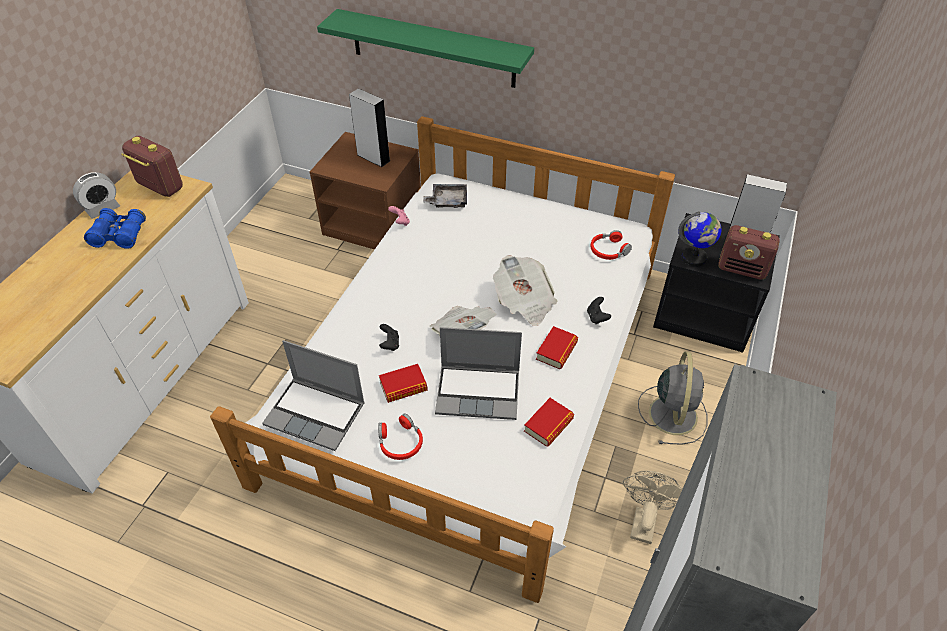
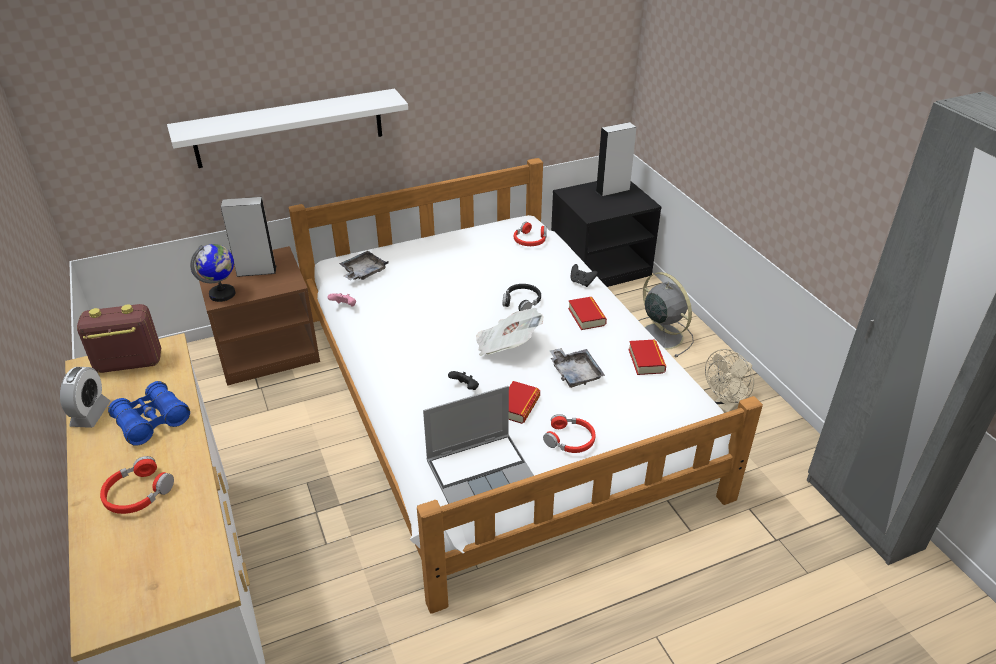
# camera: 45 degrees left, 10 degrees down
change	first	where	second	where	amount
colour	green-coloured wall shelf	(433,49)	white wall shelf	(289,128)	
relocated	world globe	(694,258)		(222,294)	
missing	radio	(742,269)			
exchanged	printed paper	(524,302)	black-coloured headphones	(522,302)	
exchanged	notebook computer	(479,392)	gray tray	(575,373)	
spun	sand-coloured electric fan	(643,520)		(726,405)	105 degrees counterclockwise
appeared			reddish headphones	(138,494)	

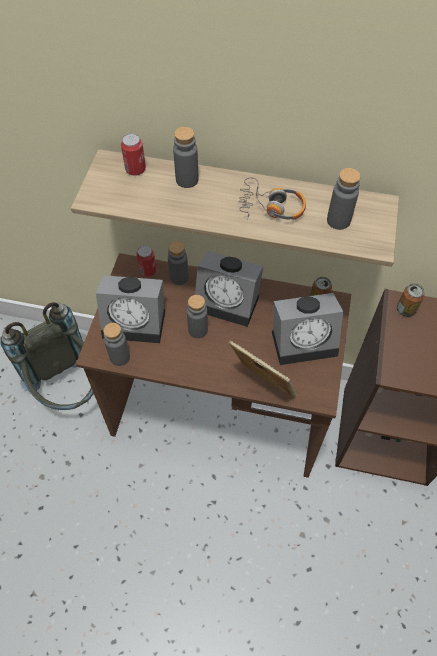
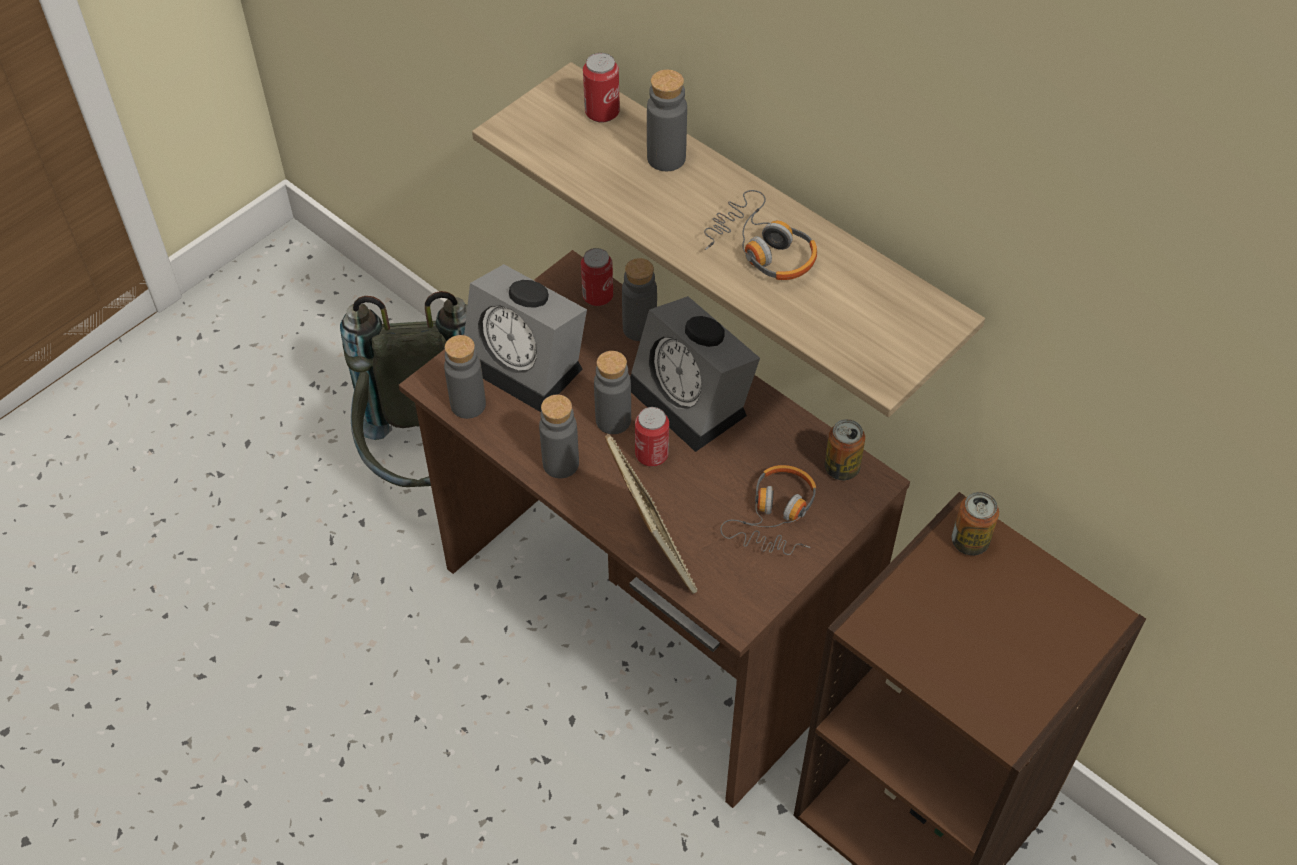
# camera: 30 degrees right, 5 degrees down
change	first	where	second	where	amount
relocated	gray bottle	(338,220)		(560,464)	
exchanged	bedside clock	(305,340)	headphones	(775,516)	
appeared			metal can	(651,455)	

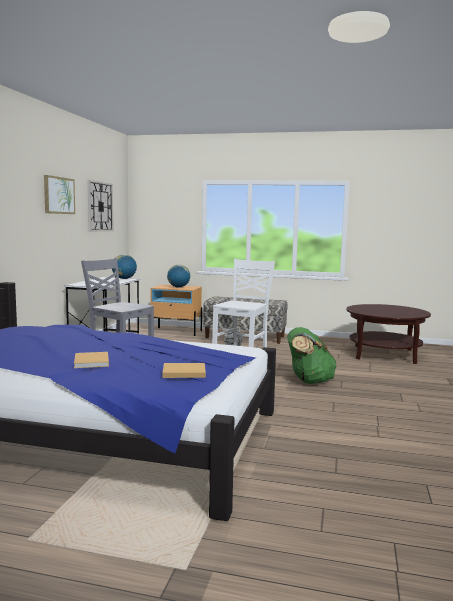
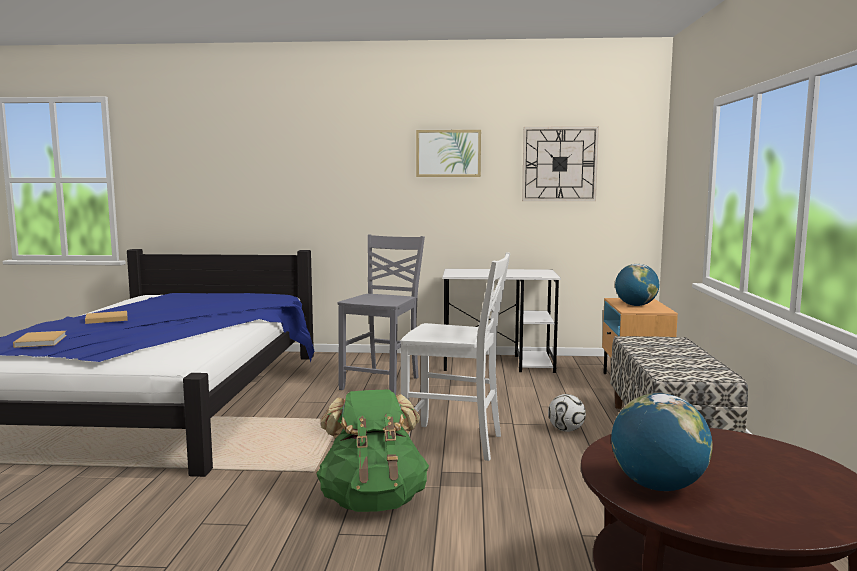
# camera: 80 degrees right, 0 degrees up
change	first	where	second	where	amount
relocated	world globe	(124,279)		(658,486)	

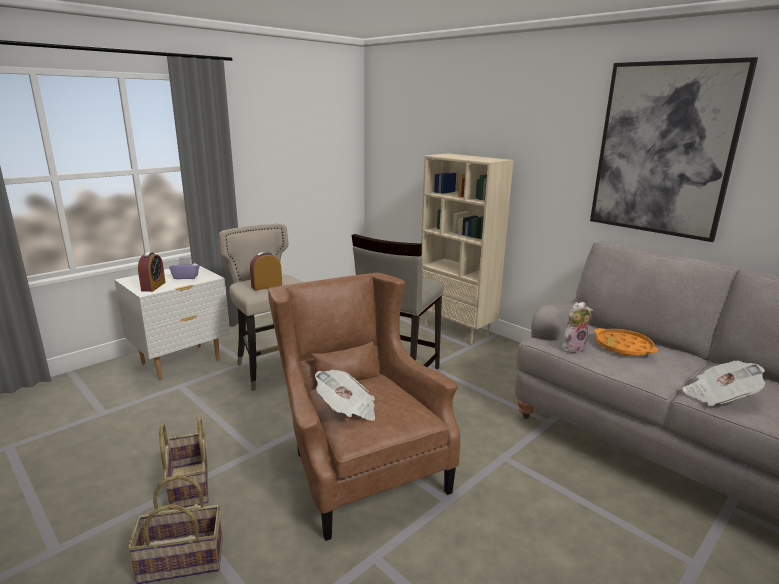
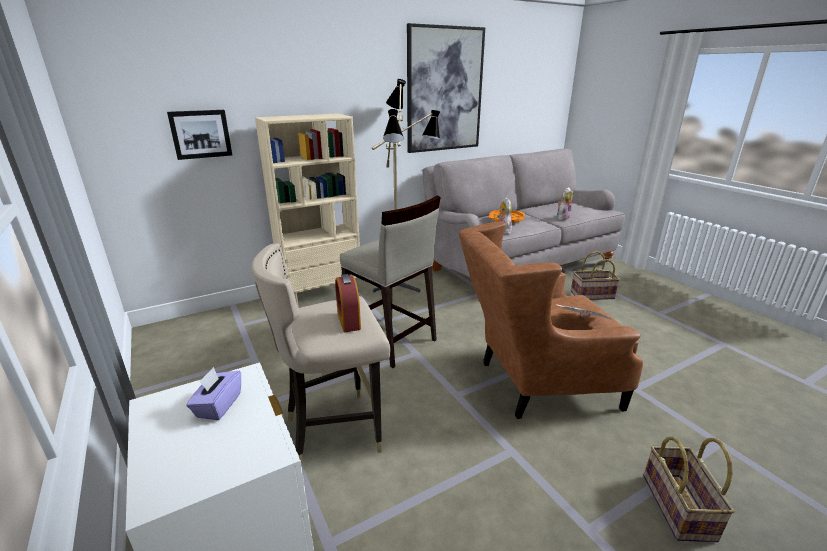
# camera: 75 degrees left, 5 degrees up
change	first	where	second	where	amount
missing	bedside clock	(153,286)			
exchanged	printed paper	(718,397)	plush toy	(562,218)	
relocated	storage basket	(188,485)		(592,295)	
appeared			standing lamp	(402,285)	
appeared			wall picture	(200,134)	

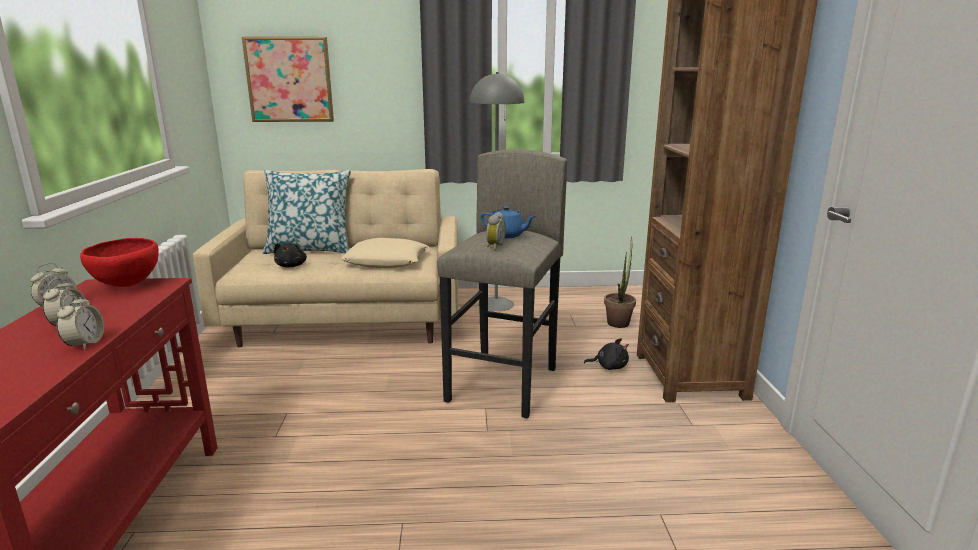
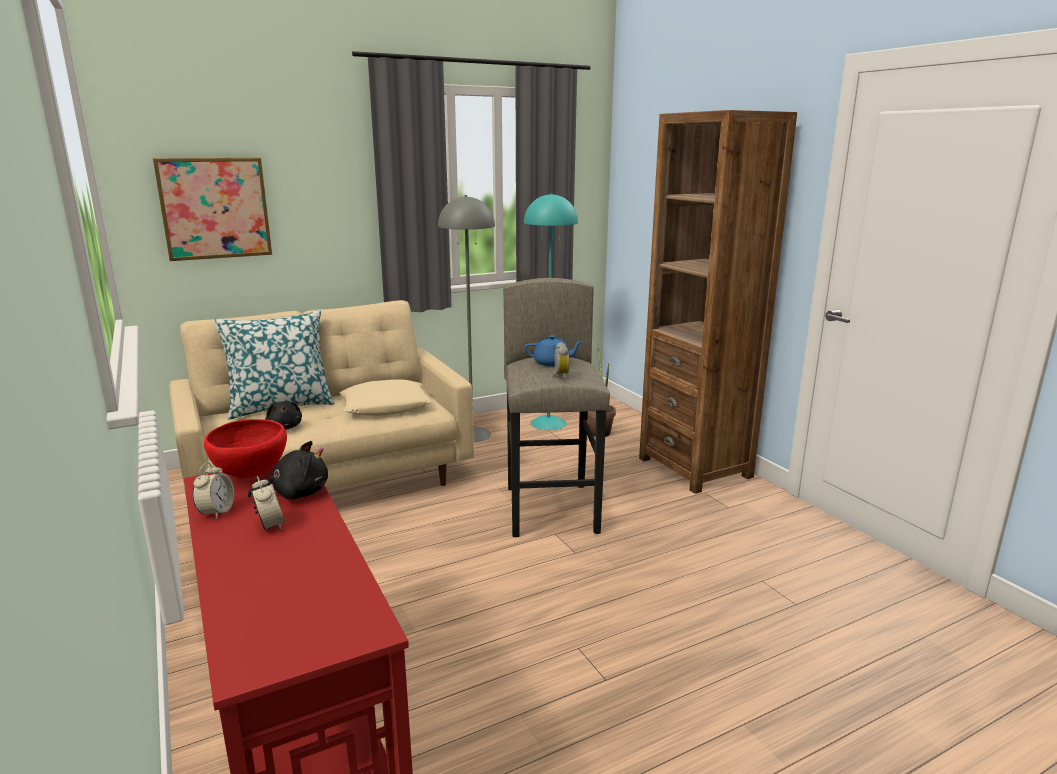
# camera: 25 degrees left, 0 degrees up
change	first	where	second	where	amount
missing	bedside clock	(85,344)			
relocated	black-coloured plush toy	(609,366)		(297,493)	
appeared			turquoise standing lamp	(548,423)	

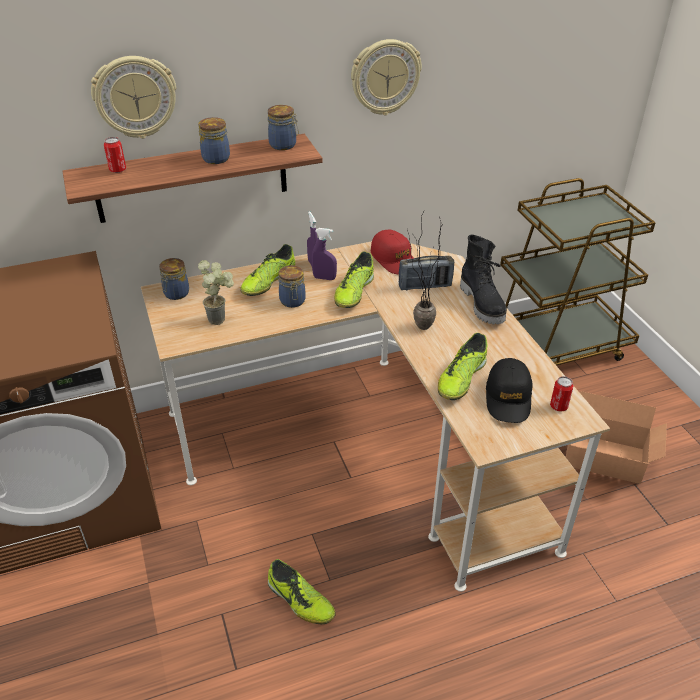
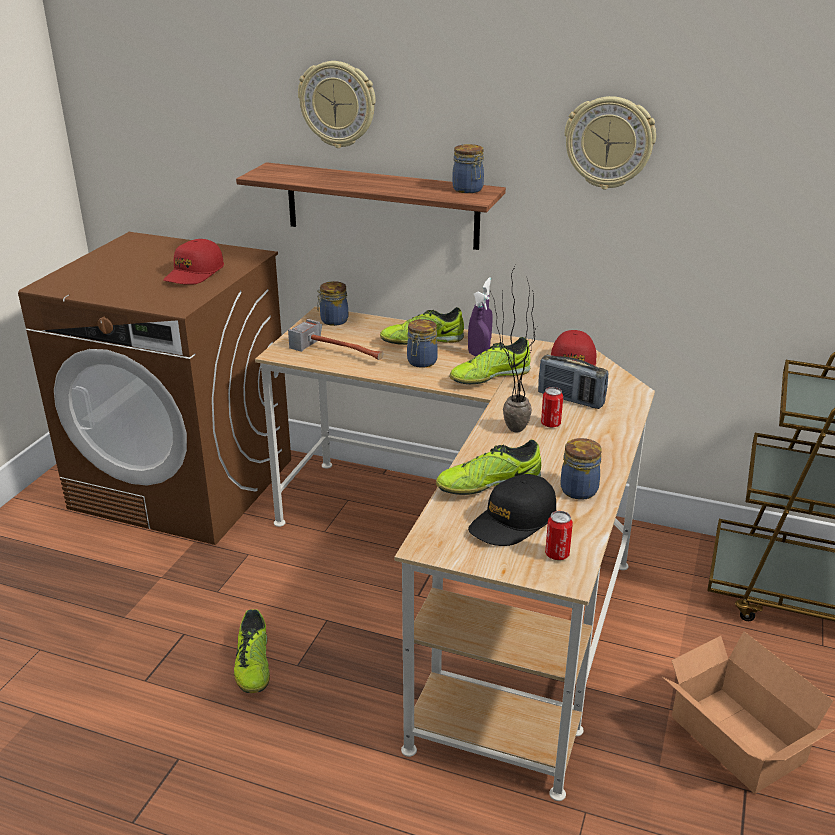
# camera: 40 degrees right, 10 degrees down
change	first	where	second	where	amount
relocated	jar	(215,158)		(579,489)	
relocated	metal can	(118,170)		(550,424)	
missing	black-coloured high-top boot	(483,304)			
exchanged	houseplant	(221,318)	hammer	(342,351)	
appeared			reddish baseball cap	(194,273)	

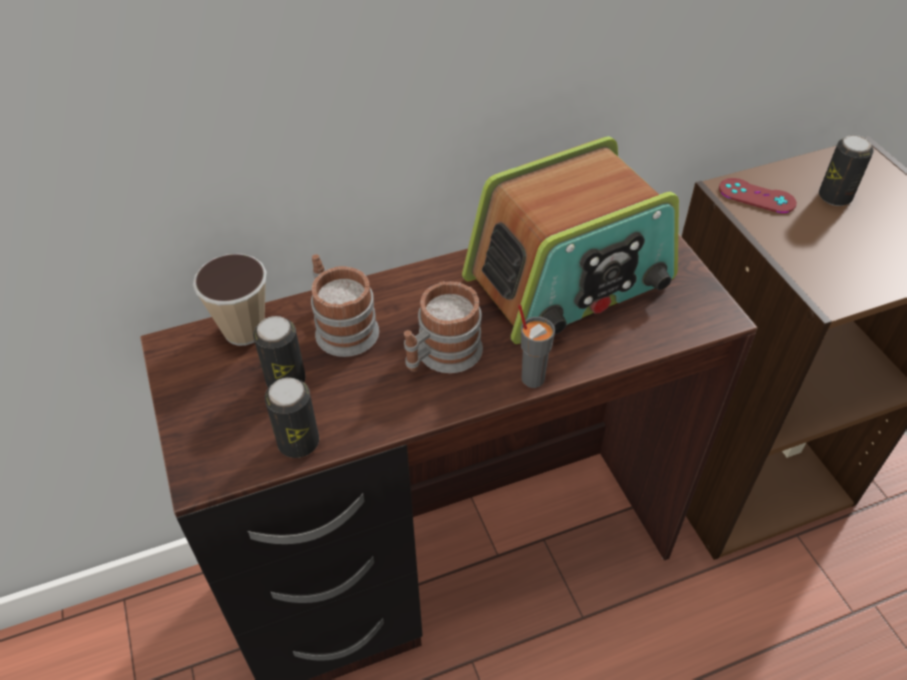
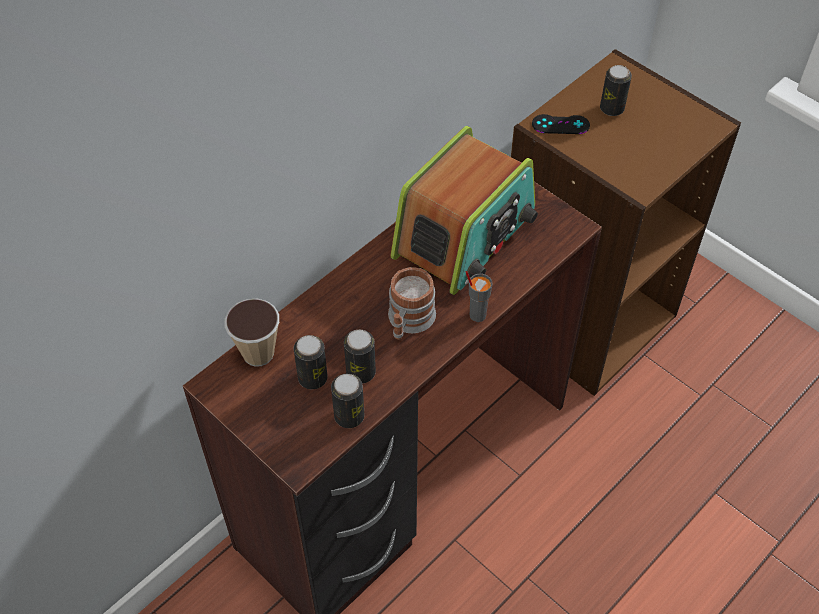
# camera: 25 degrees left, 5 degrees up
change	first	where	second	where	amount
colour	reddish game controller	(756,196)	black-coloured game controller	(560,125)	
missing	coffee mug	(341,326)			
appeared			metal can	(361,372)	

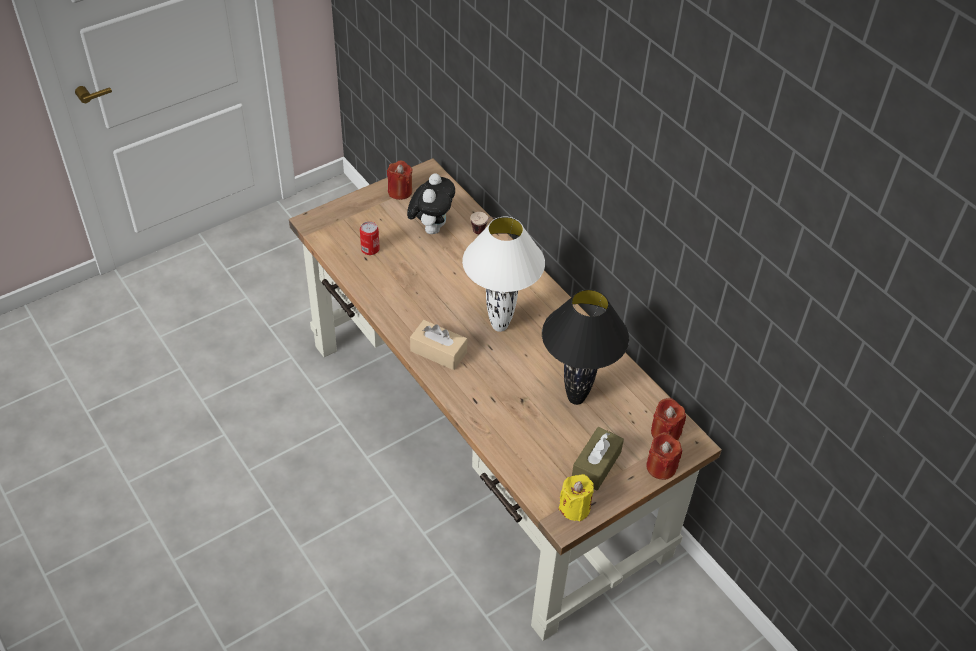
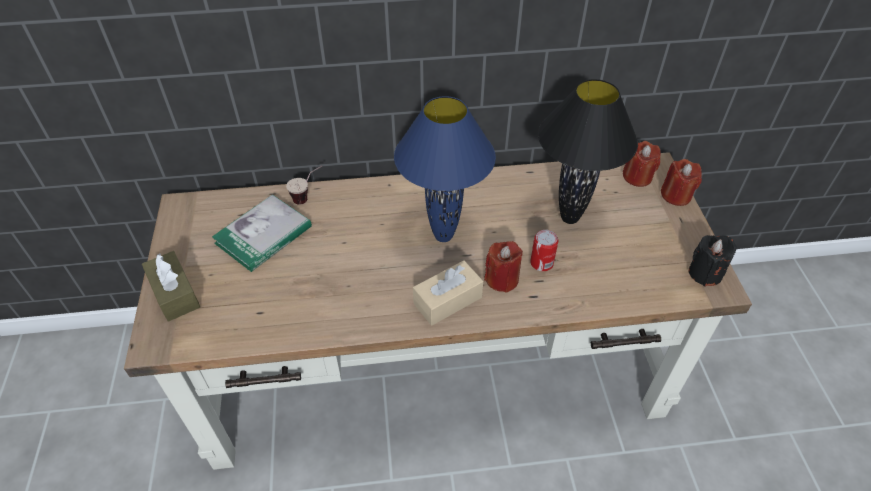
# camera: 60 degrees left, 0 degrees up
change	first	where	second	where	amount
relocated	reddish wax light	(400,191)		(502,279)	
exchanged	plush toy	(431,227)	book	(263,235)	
colour	white table lamp	(499,325)	blue-coloured table lamp	(442,236)	
relocated	metal can	(370,249)		(541,263)	
relocated	brown-coloured box of tissues	(596,465)		(175,293)	
colour	yellowish wax light	(575,508)	black-coloured wax light	(705,273)	

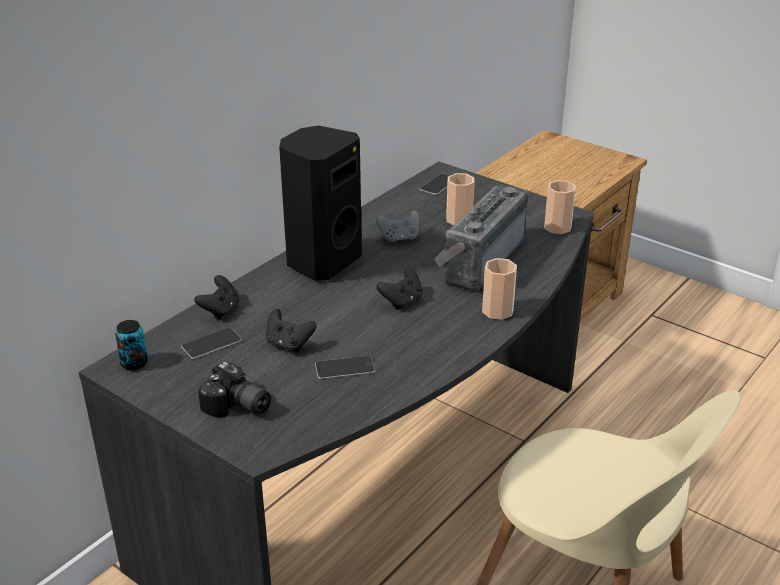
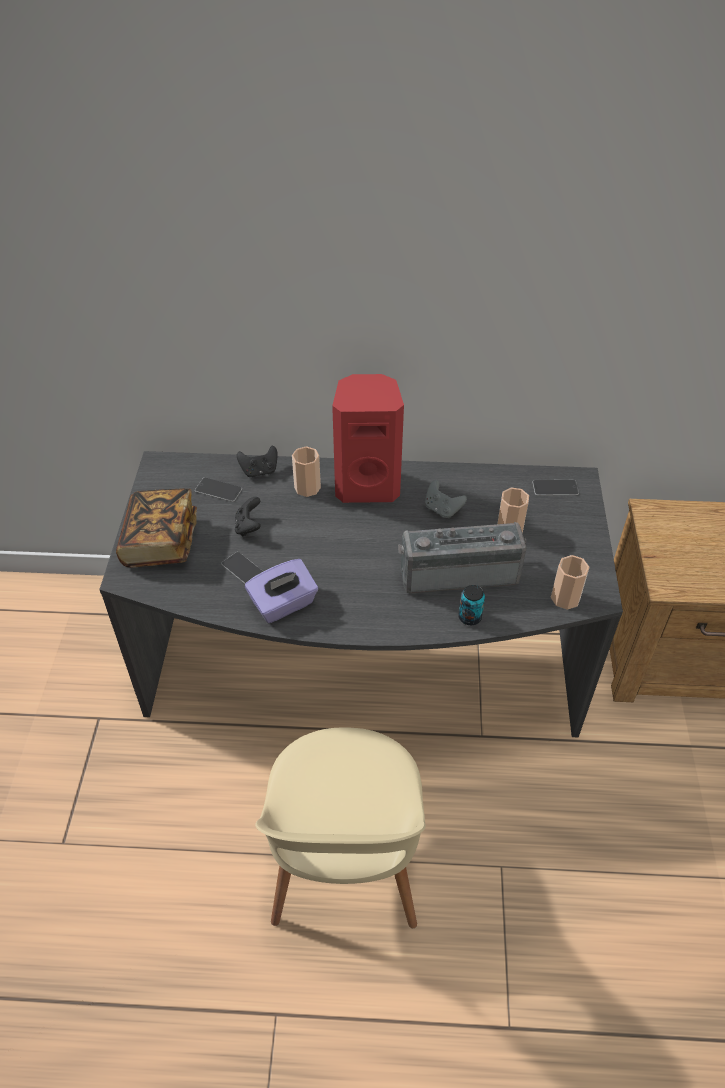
# camera: 55 degrees right, 15 degrees up
change	first	where	second	where	amount
colour	black-coloured speaker	(321,261)	reddish speaker	(367,485)	
relocated	small cup	(497,311)		(307,487)	
missing	black-coloured game controller	(402,301)			
relocated	metal can	(134,363)		(469,617)	
exchanged	still camera	(237,407)	book	(160,541)	
appeared			purplish box of tissues	(283,604)	

